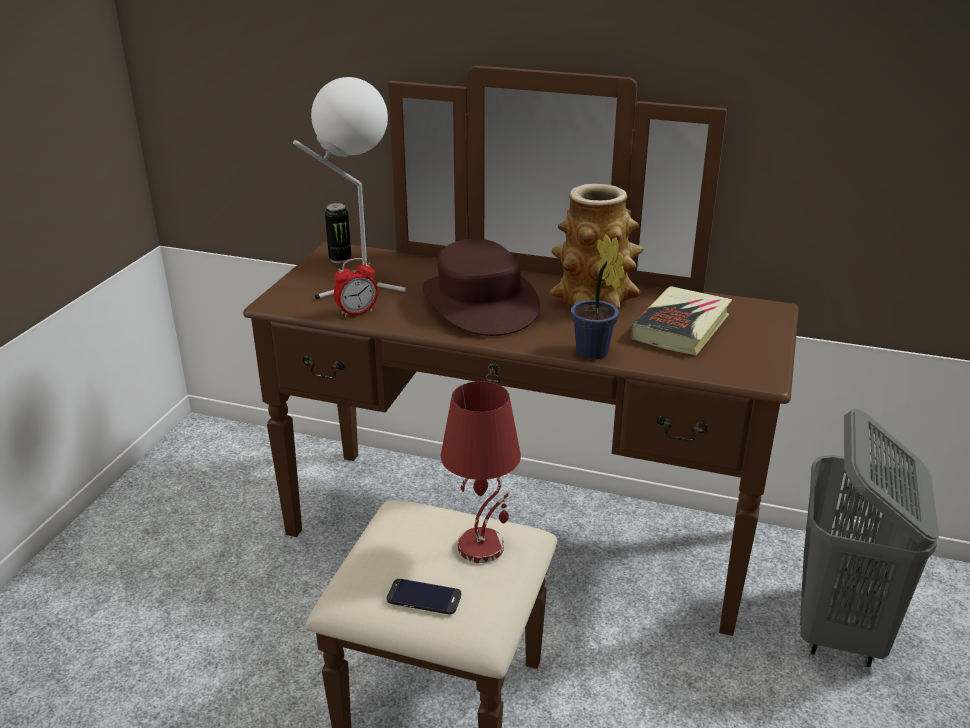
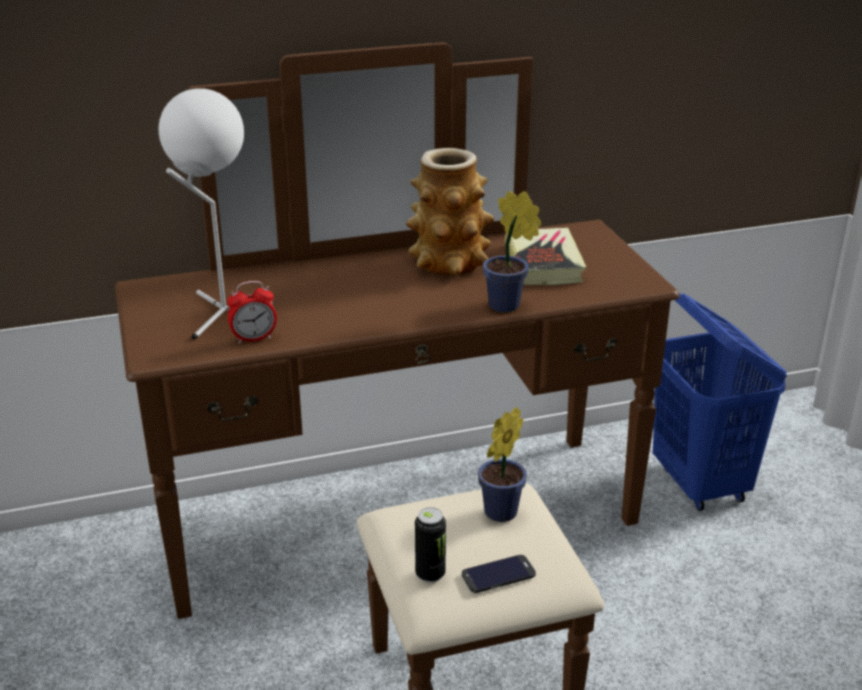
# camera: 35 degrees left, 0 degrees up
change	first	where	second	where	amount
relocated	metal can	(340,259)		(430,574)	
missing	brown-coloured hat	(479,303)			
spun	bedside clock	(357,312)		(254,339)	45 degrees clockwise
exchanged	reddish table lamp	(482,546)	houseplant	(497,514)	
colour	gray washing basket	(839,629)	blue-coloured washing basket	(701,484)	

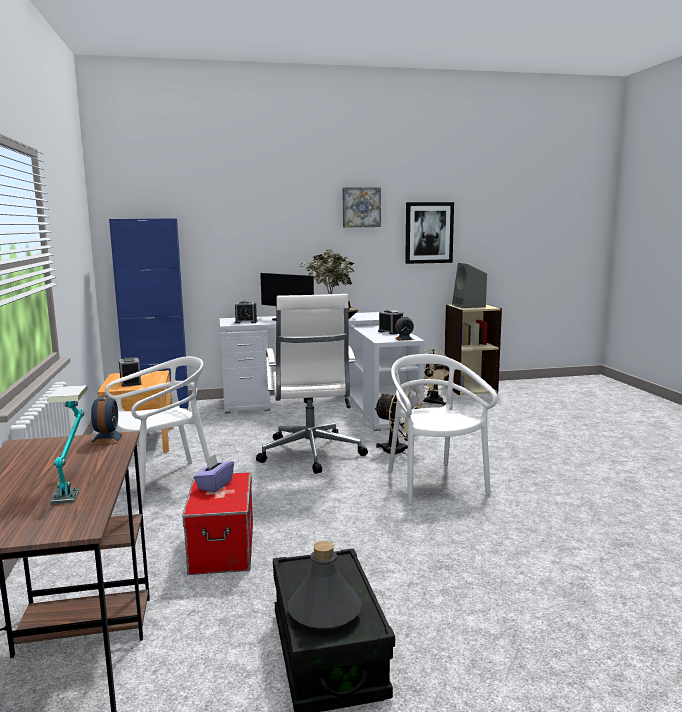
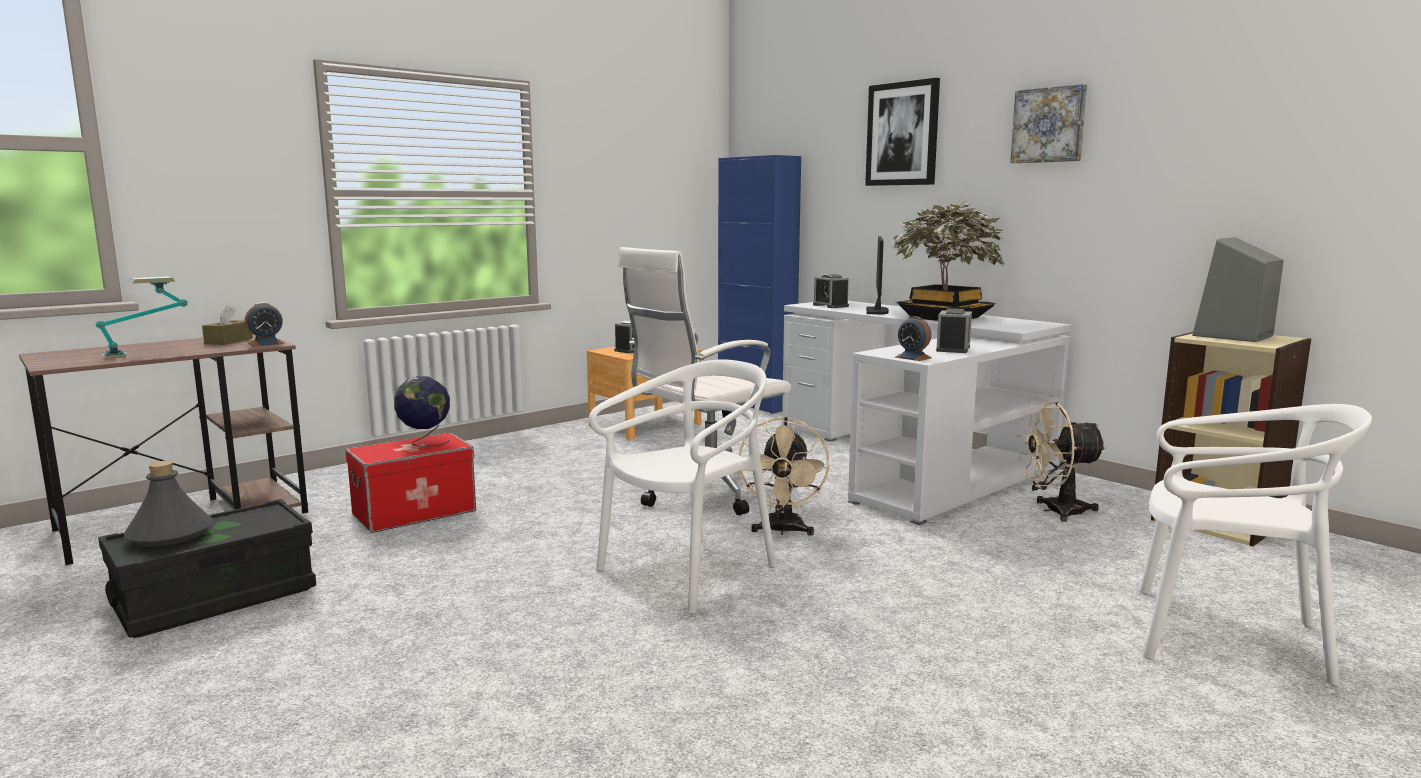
# camera: 60 degrees right, 0 degrees up
change	first	where	second	where	amount
relocated	wall picture	(429,233)		(902,134)	
relocated	white upright chair	(164,482)		(1224,636)	
exchanged	purplish box of tissues	(214,485)	world globe	(425,442)	
appeared			brown-coloured box of tissues	(229,341)	

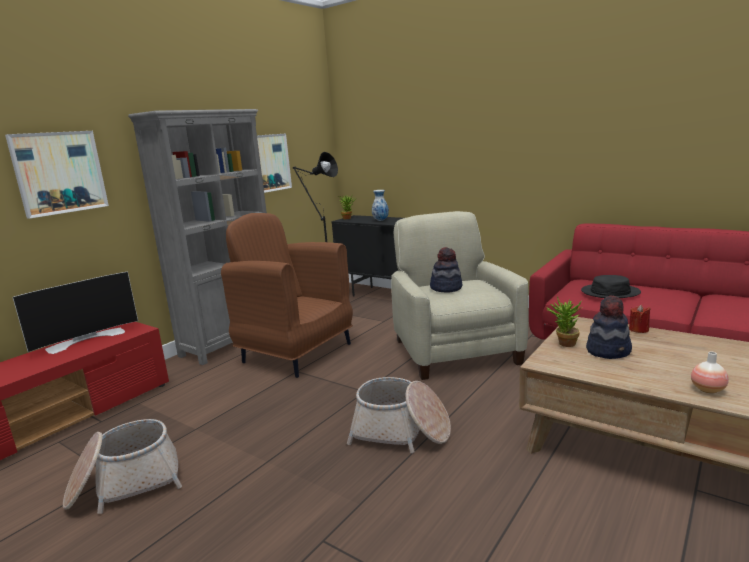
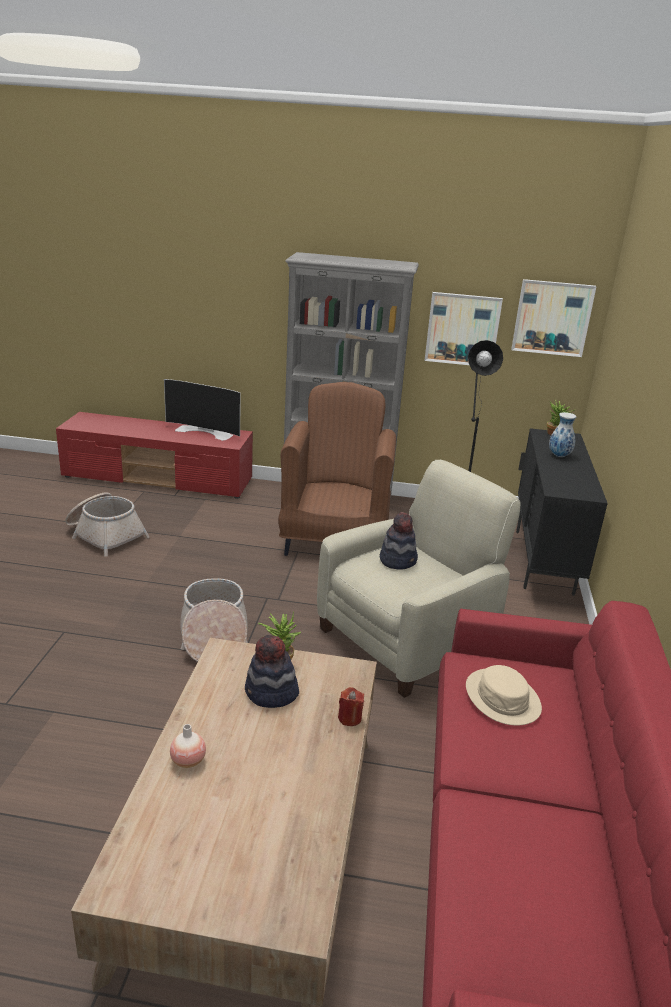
# camera: 60 degrees right, 10 degrees up
change	first	where	second	where	amount
relocated	wall picture	(59,173)		(552,318)	
colour	black-coloured hat	(610,292)	sand-coloured hat	(502,698)	

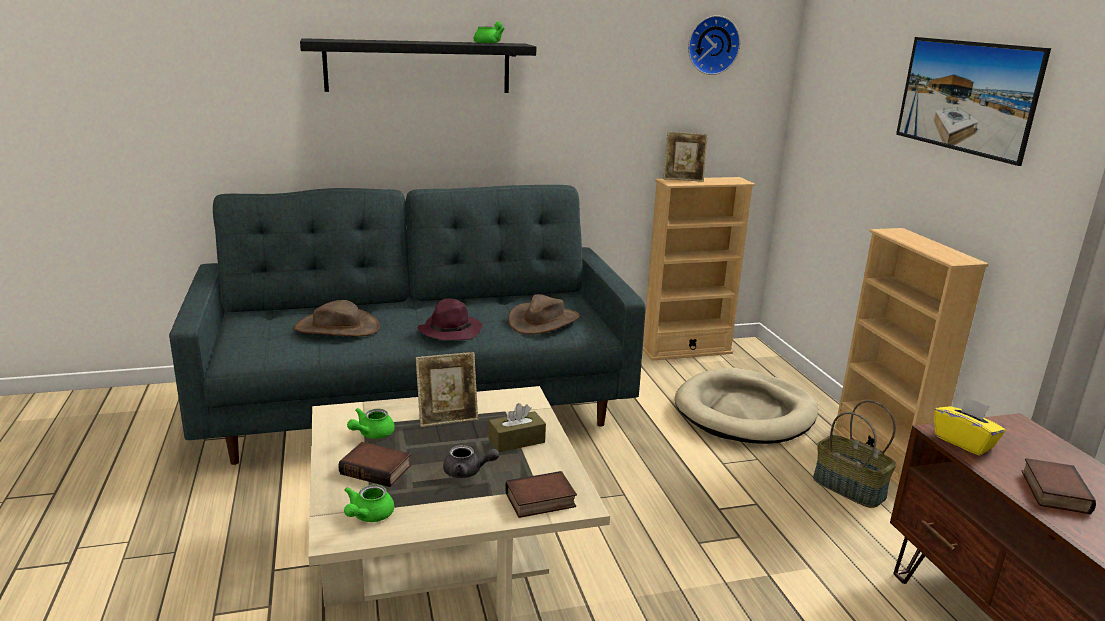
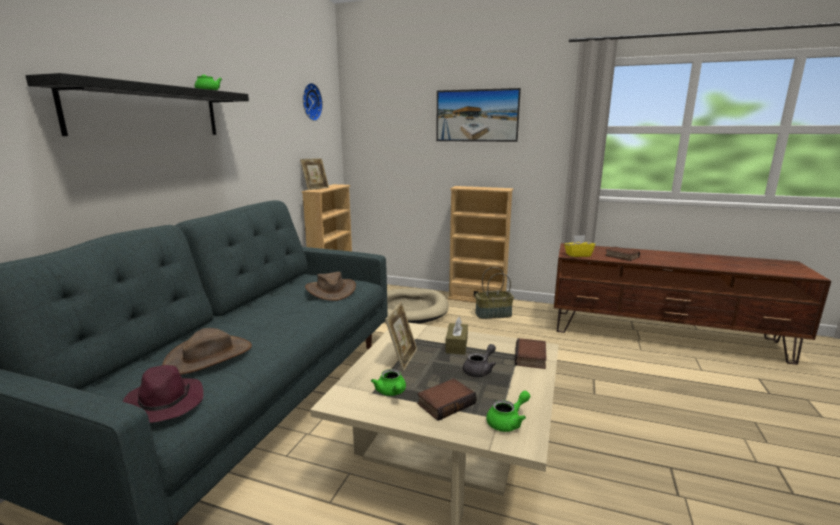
# camera: 55 degrees left, 5 degrees down
change	first	where	second	where	amount
relocated	purplish hat	(450,330)		(164,404)	
spun	green-coloured pot for tea	(368,516)		(508,422)	90 degrees counterclockwise

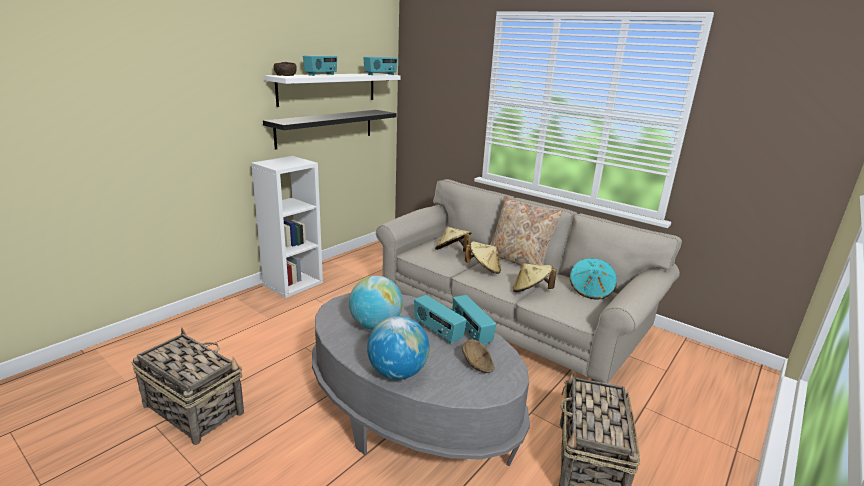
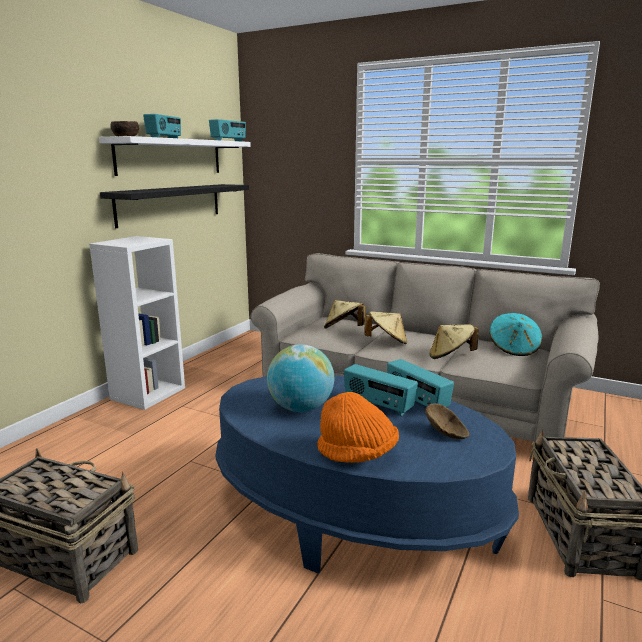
# camera: 10 degrees left, 5 degrees down
change	first	where	second	where	amount
missing	sand-coloured pillow	(518,261)			
colour	gray low table	(411,411)	blue-coloured low table	(352,513)	
exchanged	world globe	(397,373)	orange hat	(357,454)	

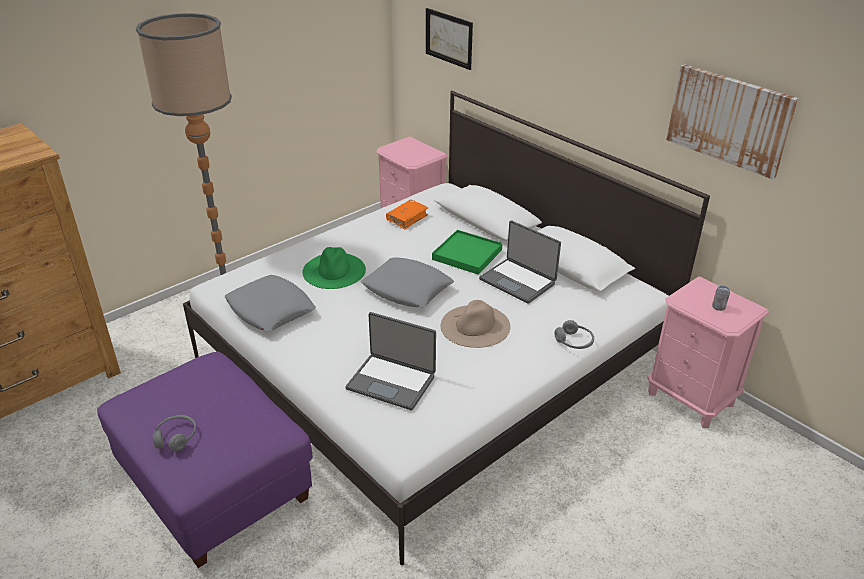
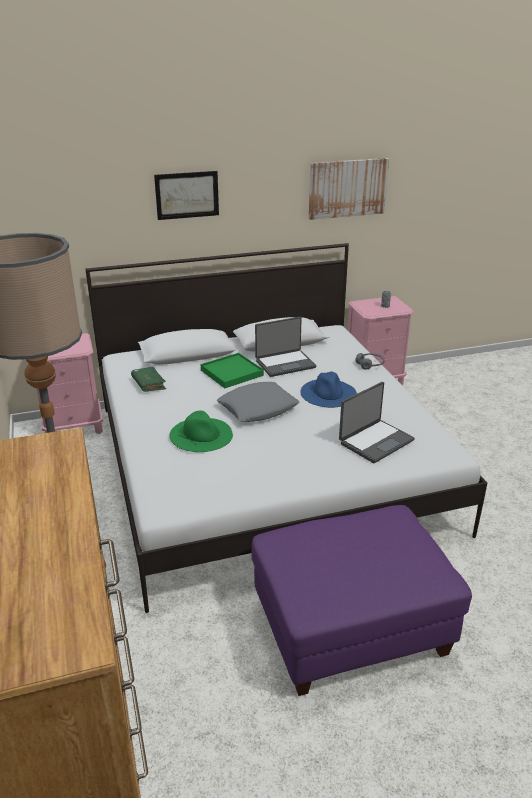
# camera: 65 degrees left, 5 degrees down
change	first	where	second	where	amount
relocated	wall picture	(449,38)		(187,195)	
colour	orange book	(407,218)	green-coloured book	(148,384)	
missing	gray pillow	(271,309)			
colour	sand-coloured hat	(475,326)	blue-coloured hat	(328,393)	
missing	gray headphones	(176,437)			

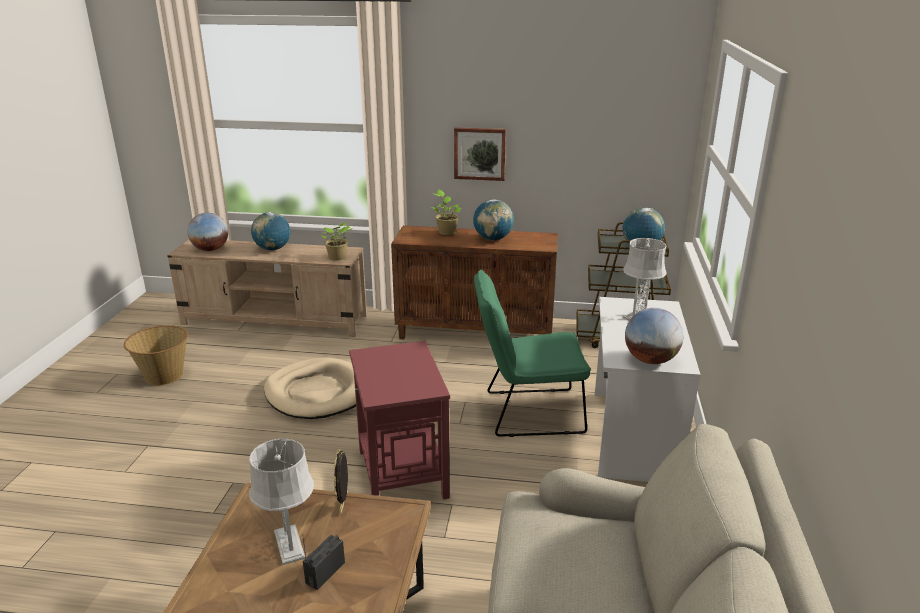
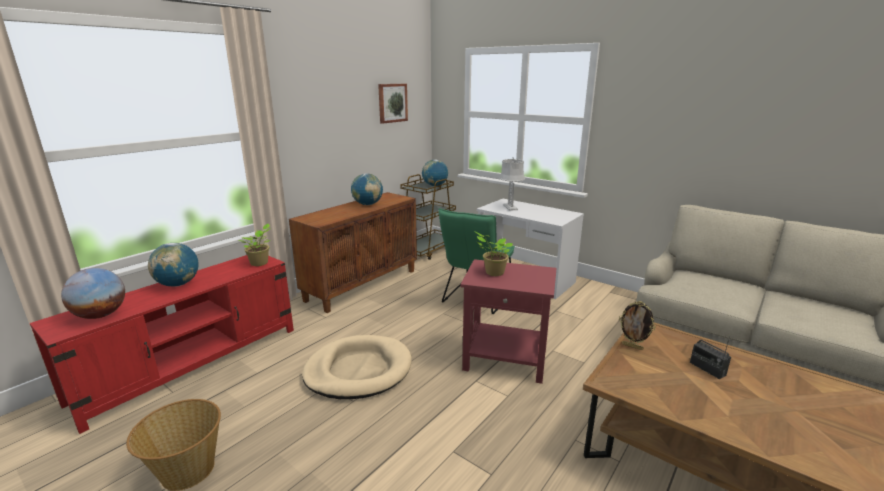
# camera: 60 degrees left, 5 degrees down
change	first	where	second	where	amount
relocated	wall picture	(480,153)		(392,103)	
relocated	houseplant	(446,232)		(493,272)	
colour	sand-coloured tv stand	(275,320)	reddish tv stand	(193,363)	
missing	world globe	(650,360)			
missing	gray table lamp	(289,544)			

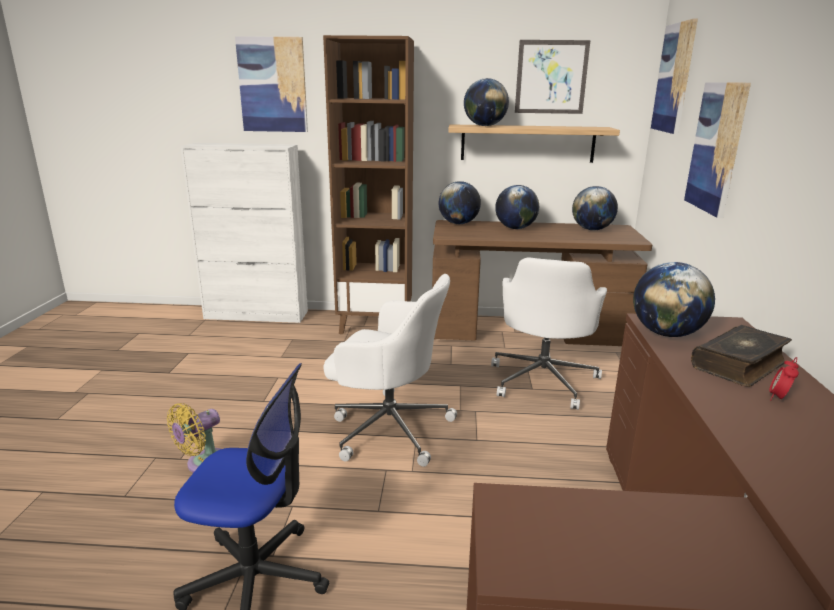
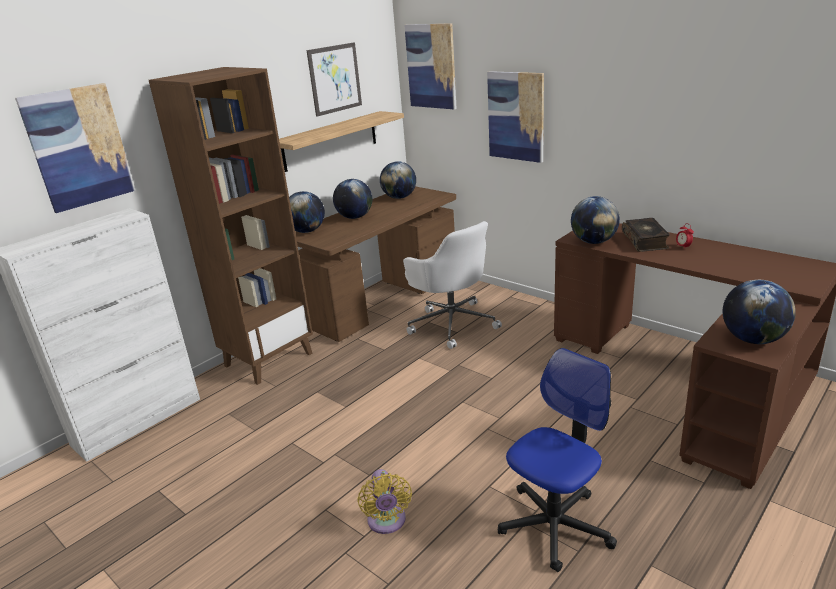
# camera: 50 degrees left, 5 degrees up
change	first	where	second	where	amount
relocated	world globe	(485,126)		(753,339)	
missing	white office chair	(388,428)			

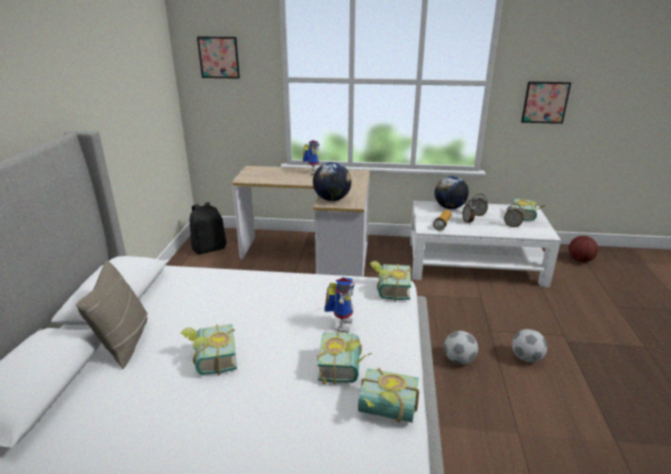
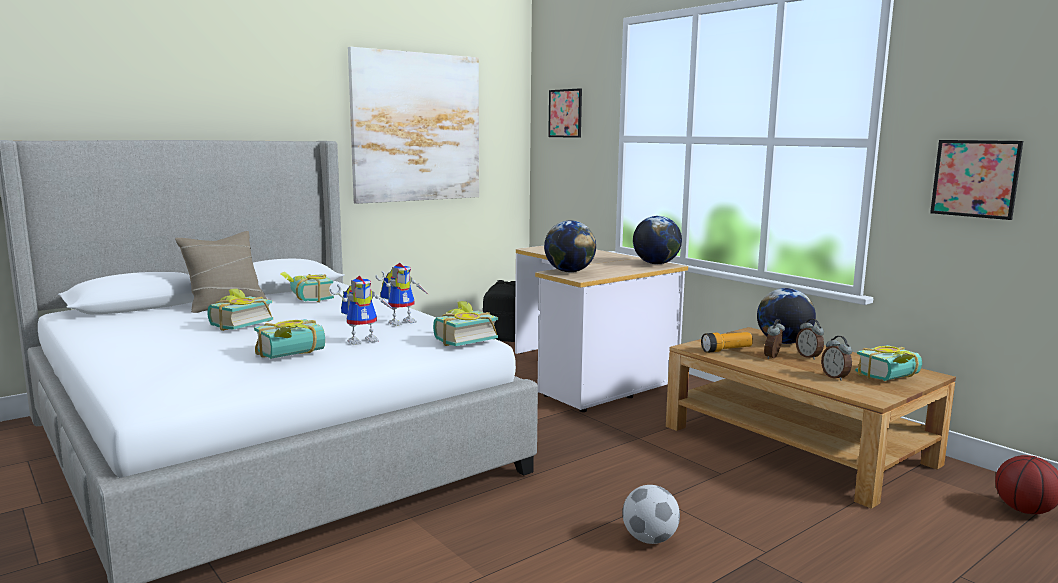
# camera: 45 degrees right, 15 degrees down
change	first	where	second	where	amount
relocated	toy robot	(312,172)		(402,322)	
colour	white low table	(474,263)	brown-coloured low table	(797,445)	
missing	ball for football	(458,360)			
relocated	book	(386,412)		(307,299)	
appeared			wall picture	(417,127)	
appeared			world globe	(655,264)	

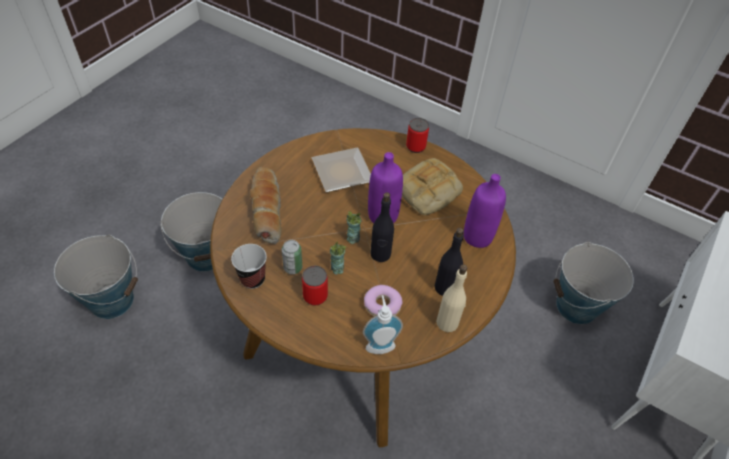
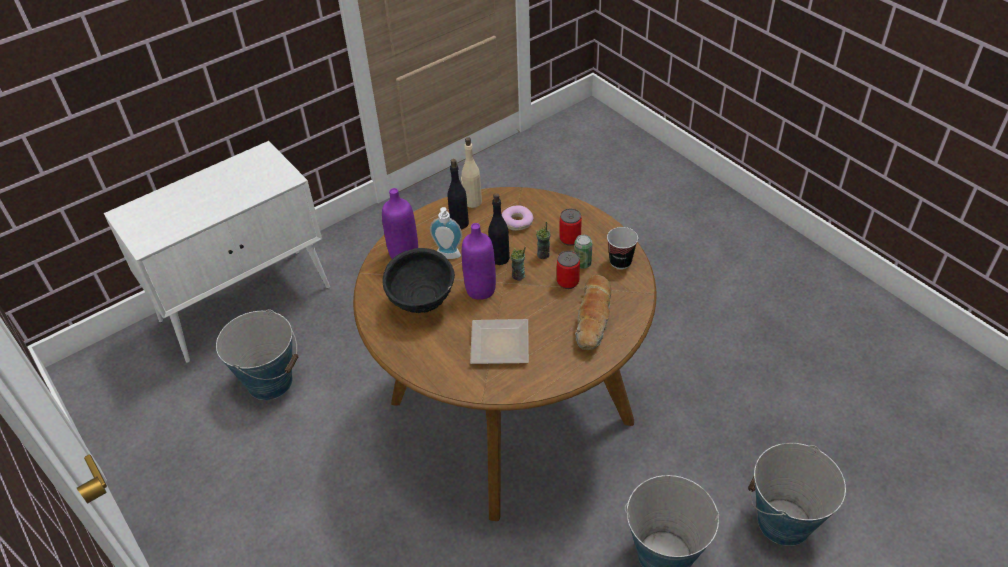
# camera: 155 degrees left, 5 degrees down
change	first	where	second	where	amount
relocated	metal can	(415,146)		(568,282)	
exchanged	bread	(428,192)	black-coloured bowl	(422,303)	
relocated	soap bottle	(379,344)		(447,257)	

